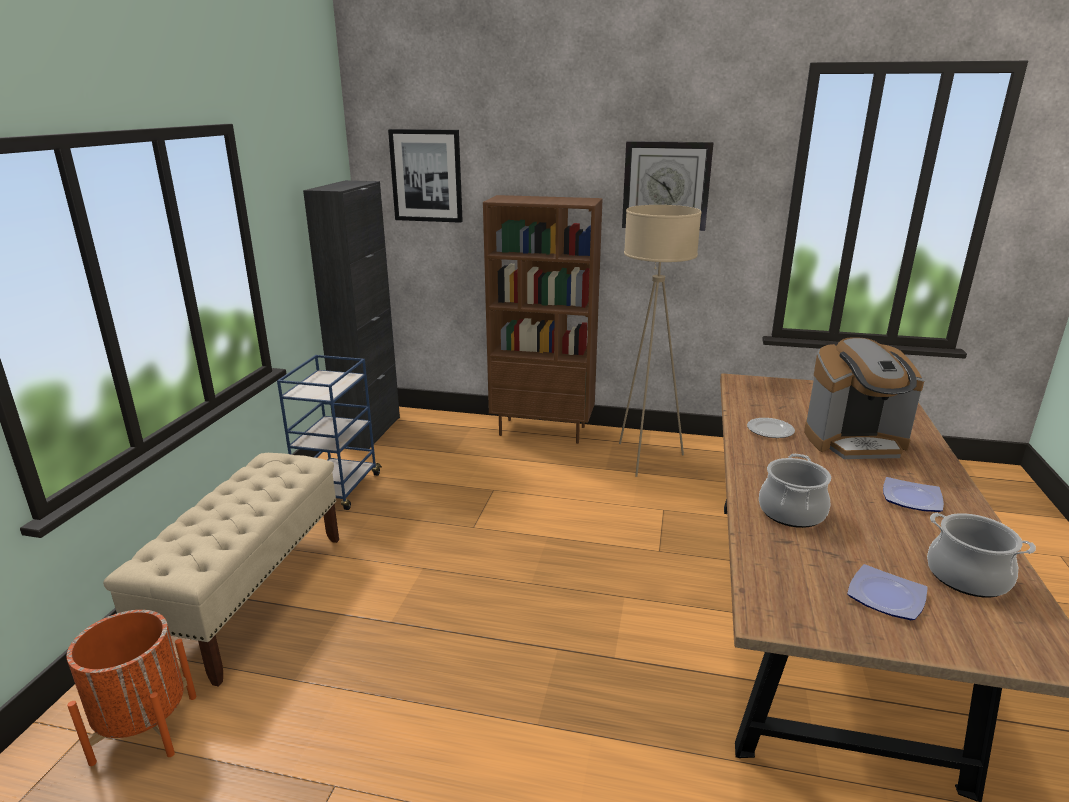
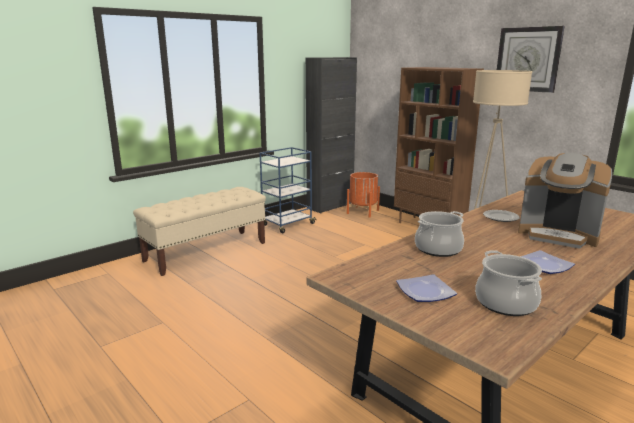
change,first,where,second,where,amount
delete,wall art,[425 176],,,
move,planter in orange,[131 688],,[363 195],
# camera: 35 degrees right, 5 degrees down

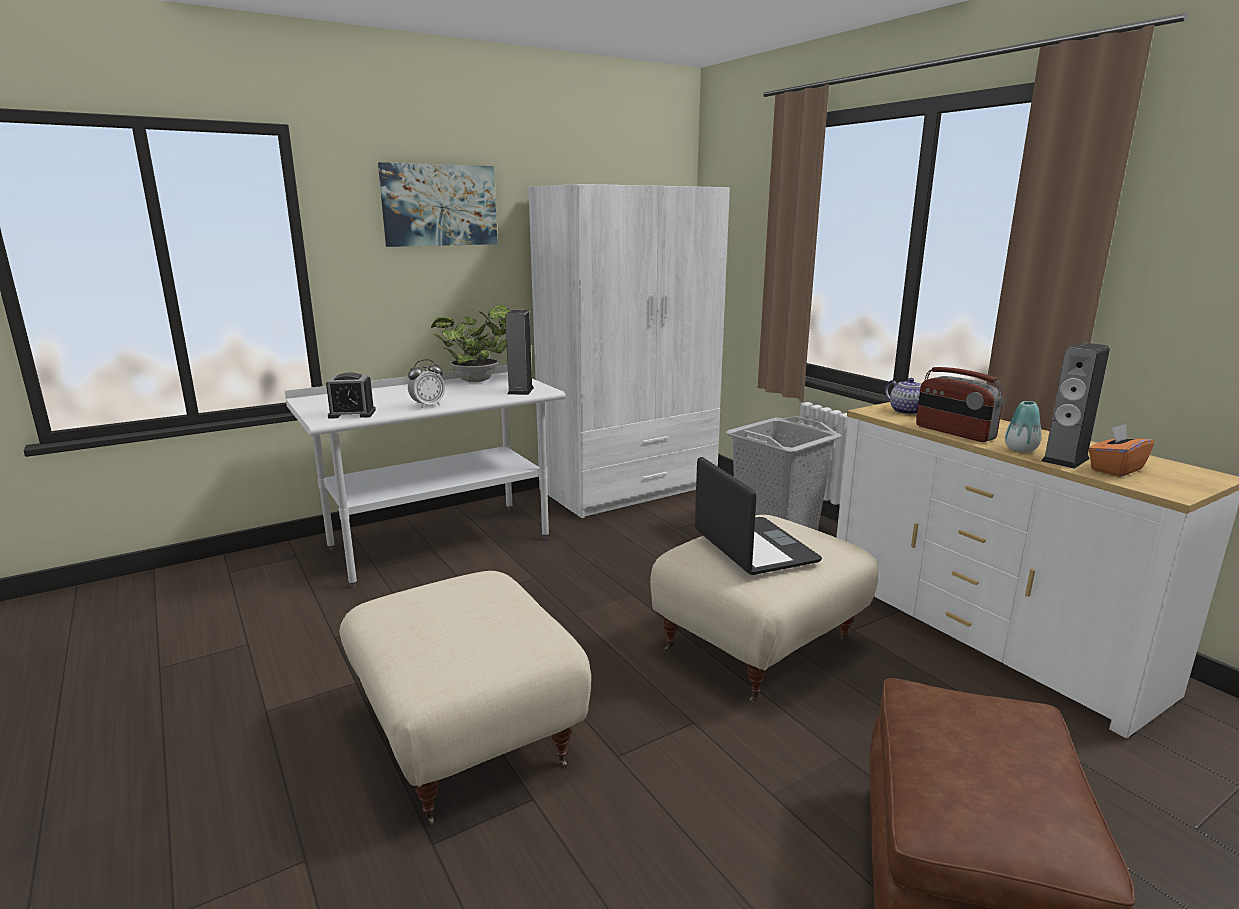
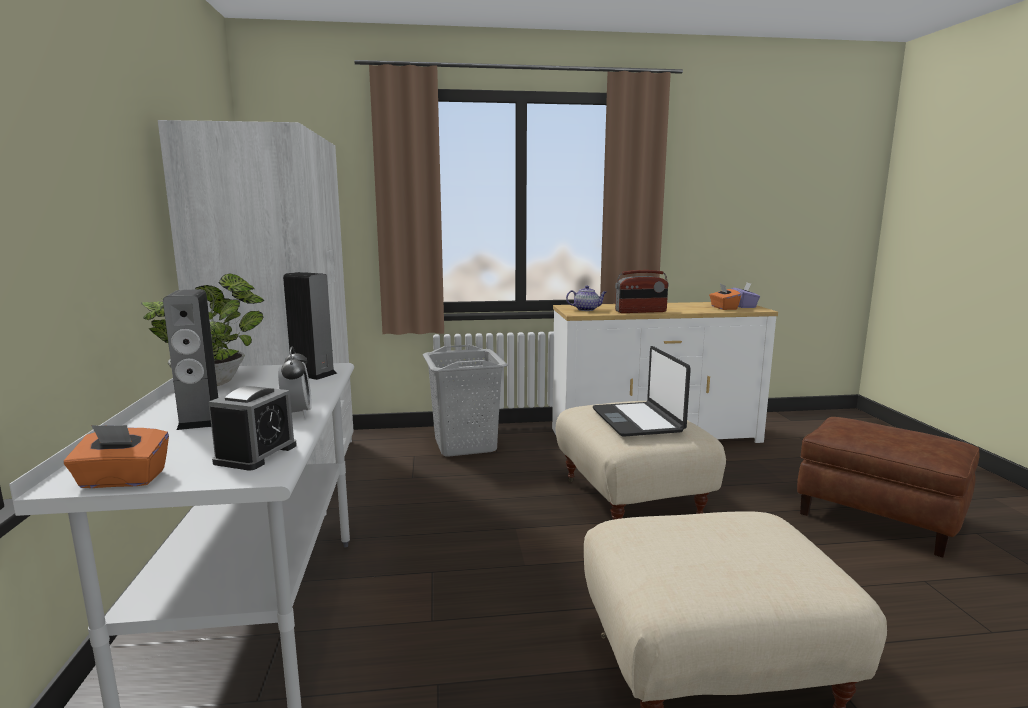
change,first,where,second,where,amount
delete,wall art,[438 204],,,
delete,decorative vase,[1023 426],,,
insert,,,tissue box in orange,[116 456],
insert,,,tissue box in purple,[745 295],
move,audio speaker,[1075 406],,[190 359],
rotate,portable computer,[758 516],,[642 391],105 degrees counterclockwise
# camera: 65 degrees left, 5 degrees down

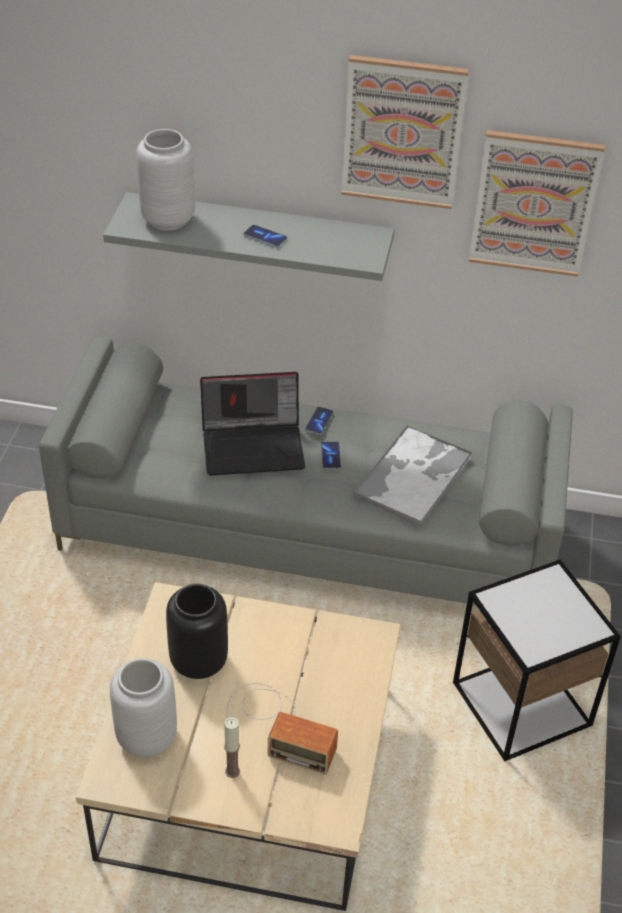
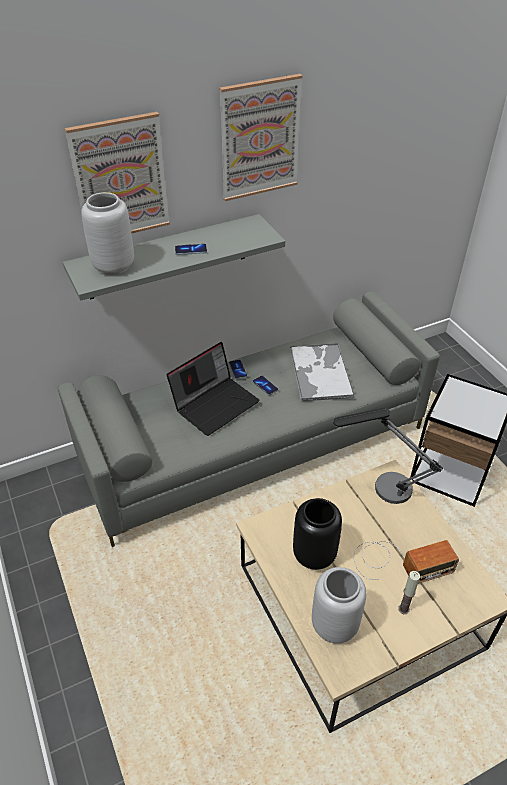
change,first,where,second,where,amount
insert,,,tabletop lamp,[388 456],
move,wall art,[537 203],,[117 172],
# camera: 35 degrees left, 0 degrees up

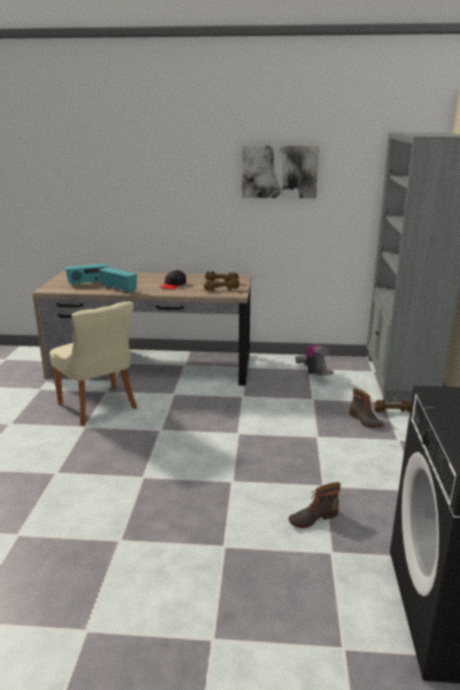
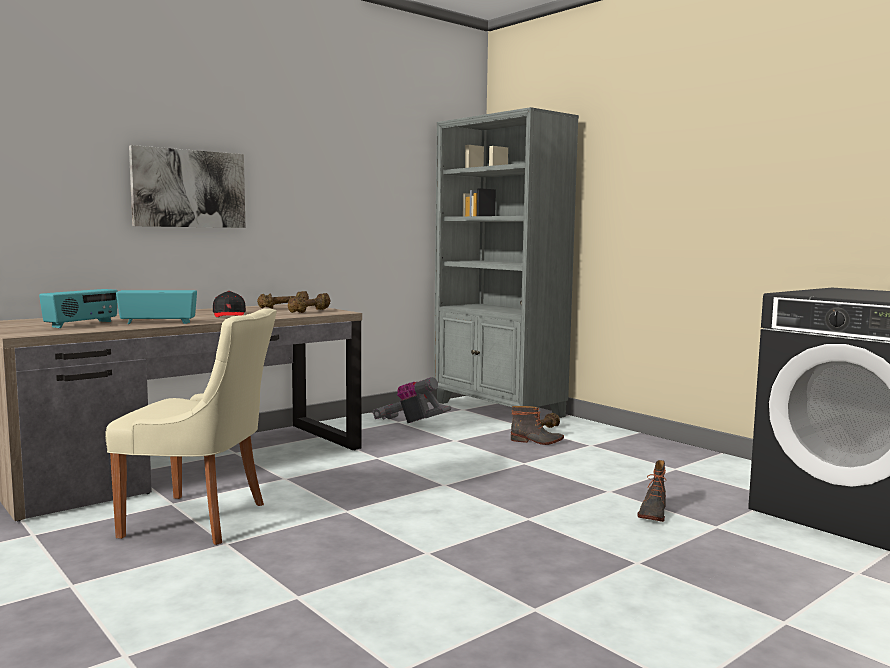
change,first,where,second,where,amount
move,wall art,[280 171],,[187 186],
# camera: 45 degrees left, 15 degrees down

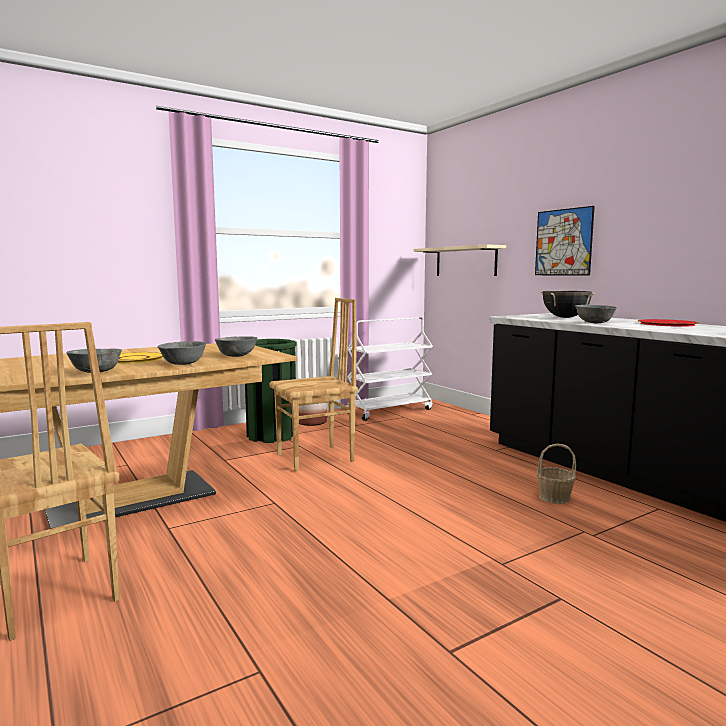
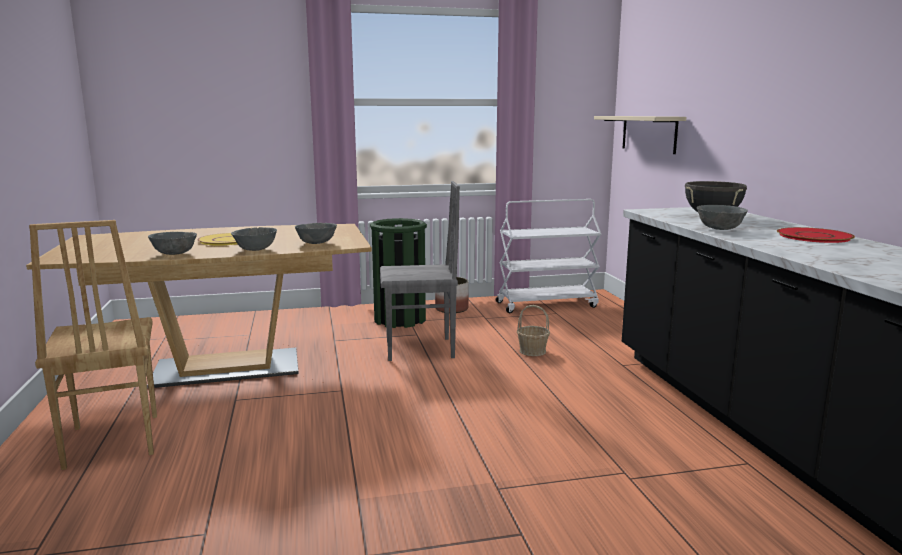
change,first,where,second,where,amount
delete,wall art,[565 241],,,
move,household basket,[556 473],,[533 330],
recolor,plain chair in brown,[313 384],plain chair in grey,[420 271],
# camera: 20 degrees right, 5 degrees up

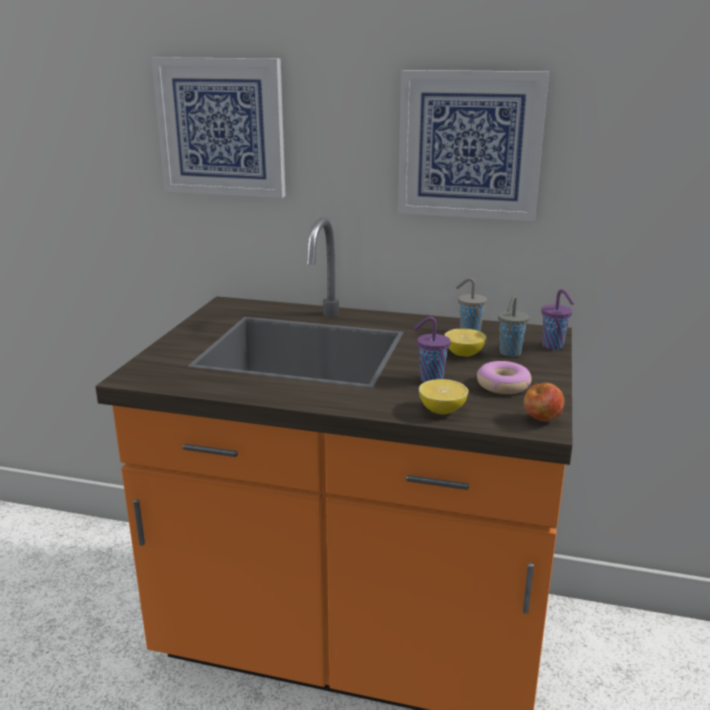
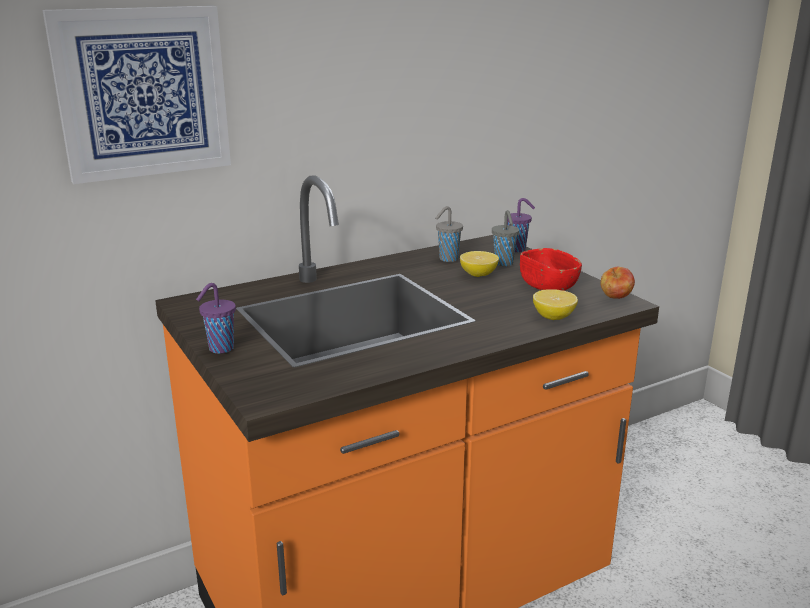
change,first,where,second,where,amount
delete,wall art,[473 145],,,
move,cup in purple,[432 349],,[216 318],
replace,doughnut,[504 377],serving bowl in red-coloured,[551 269],
# camera: 45 degrees left, 0 degrees up

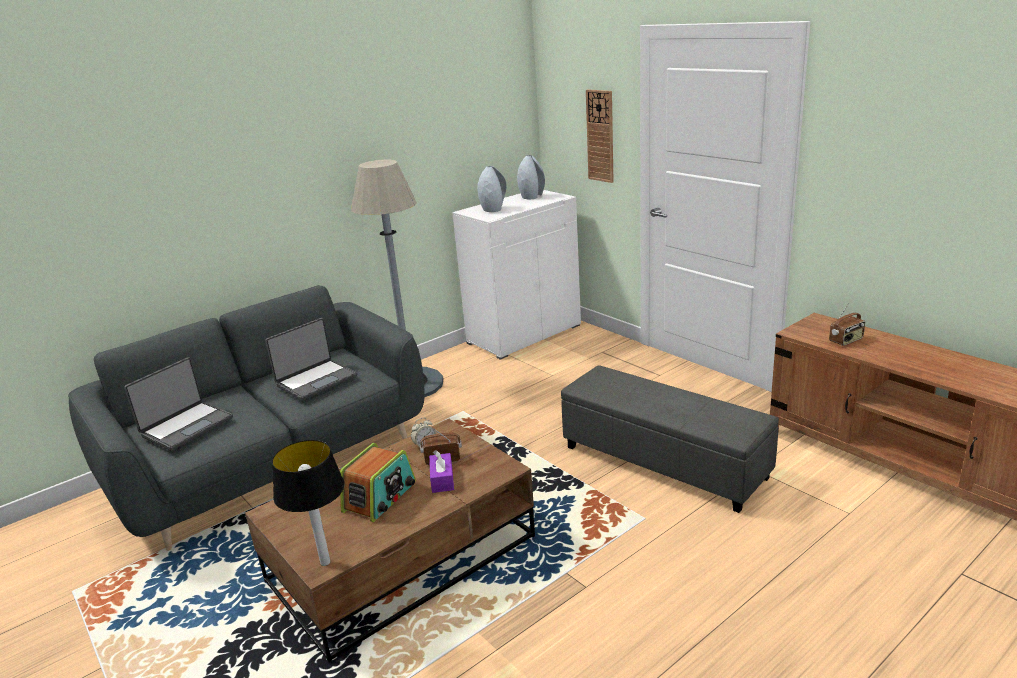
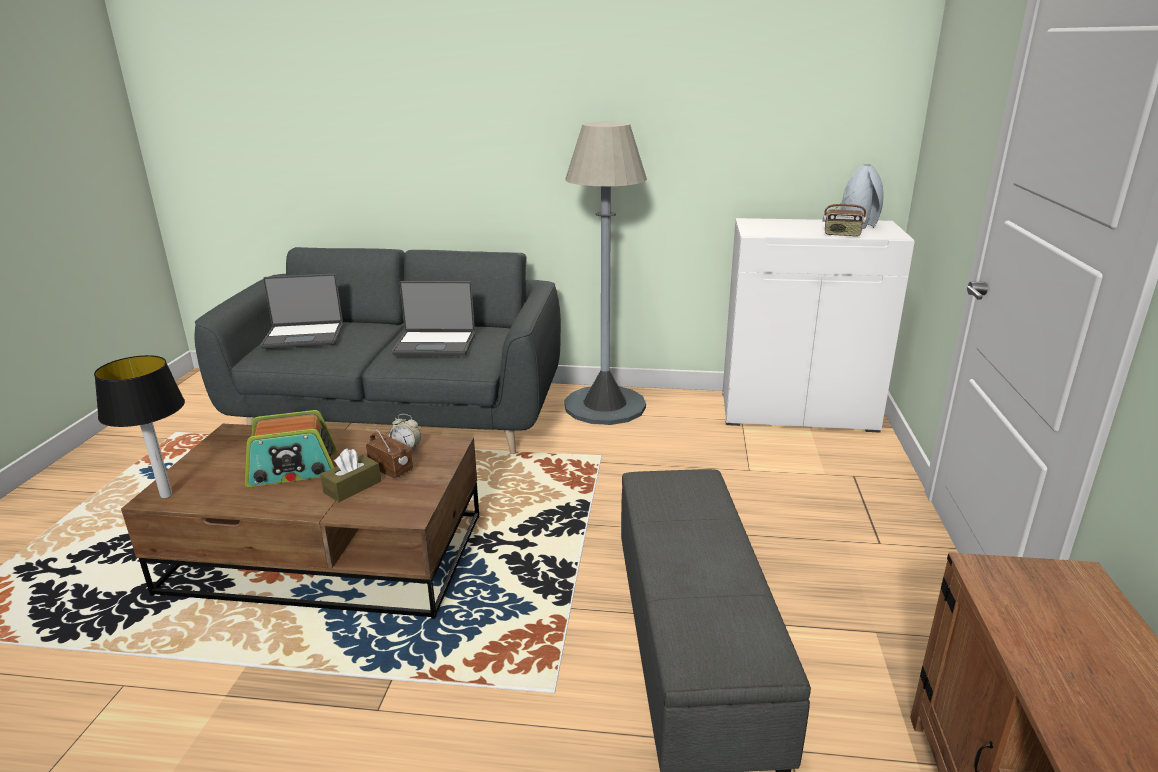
change,first,where,second,where,amount
delete,decorative vase in grey,[492 189],,,
delete,clock on the wall,[600 136],,,
move,radio receiver,[847 324],,[844 214],
recolor,tissue box in purple,[441 471],tissue box in brown,[350 475],
# camera: 45 degrees right, 0 degrees up

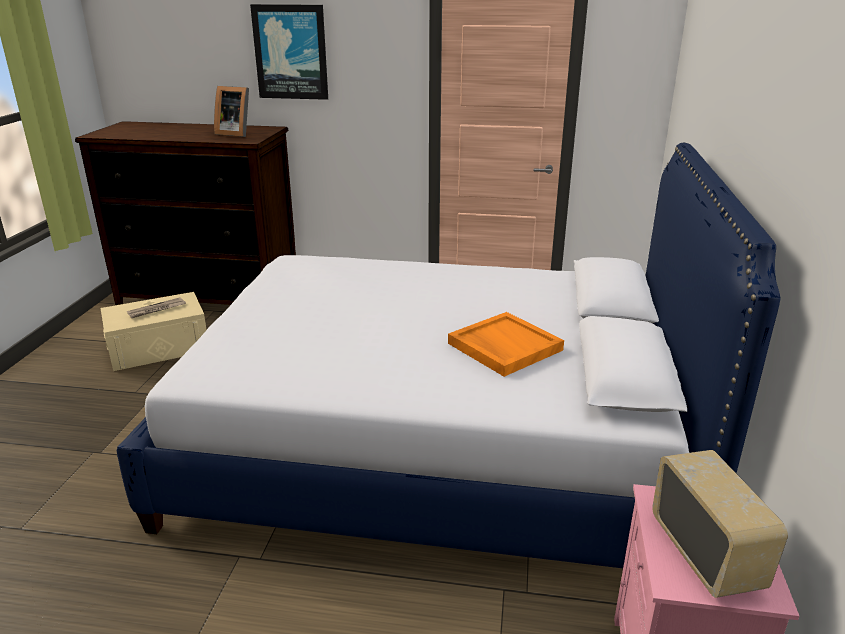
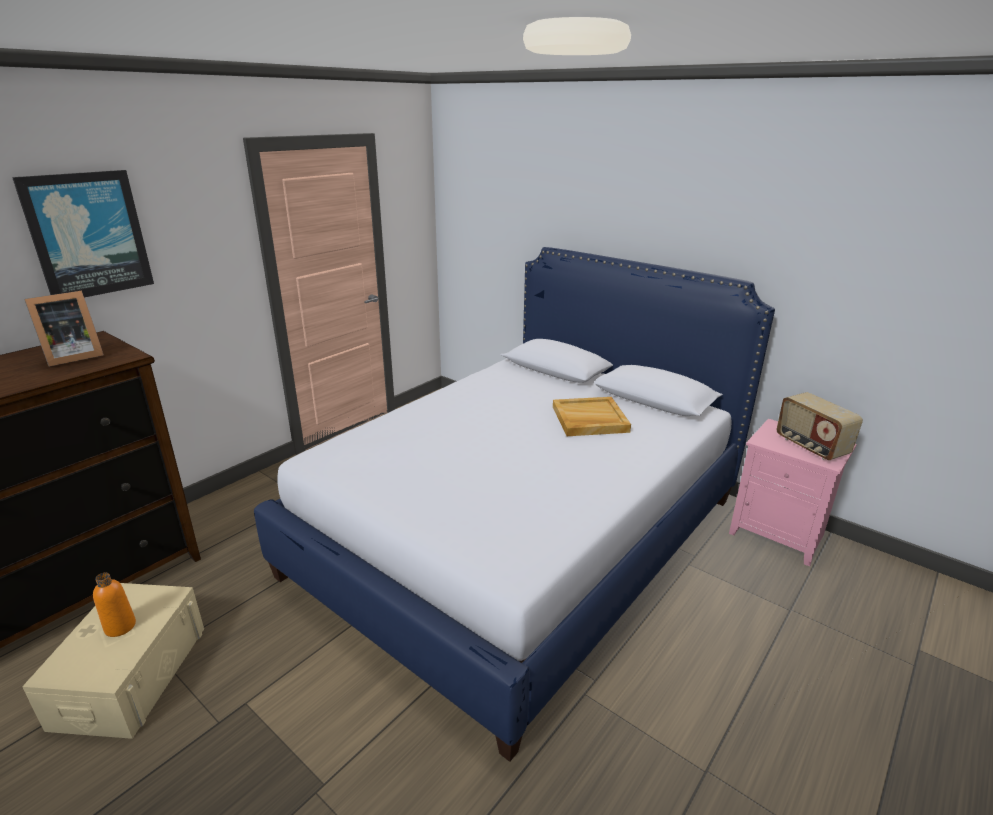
change,first,where,second,where,amount
replace,daily paper,[156 307],bottle in orange,[114 605],
recolor,serving tray in orange,[506 344],serving tray in sand-coloured,[592 416],
rotate,radio receiver,[720 524],,[820 426],135 degrees counterclockwise
# camera: 60 degrees left, 0 degrees up

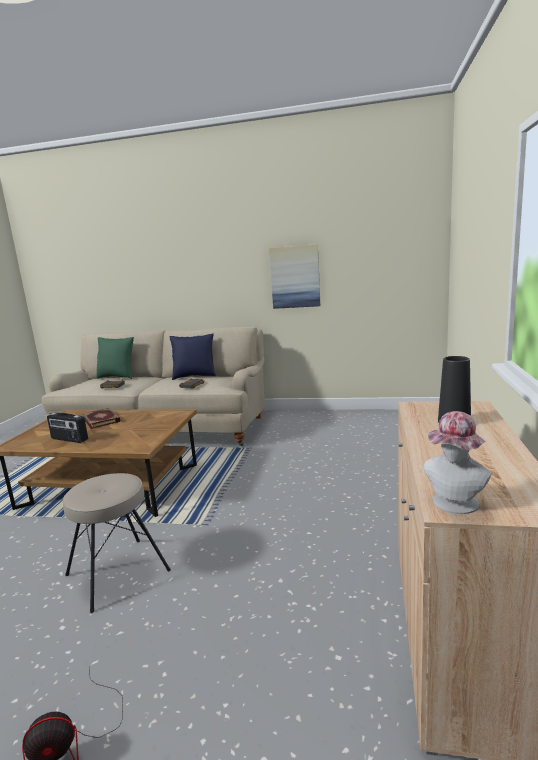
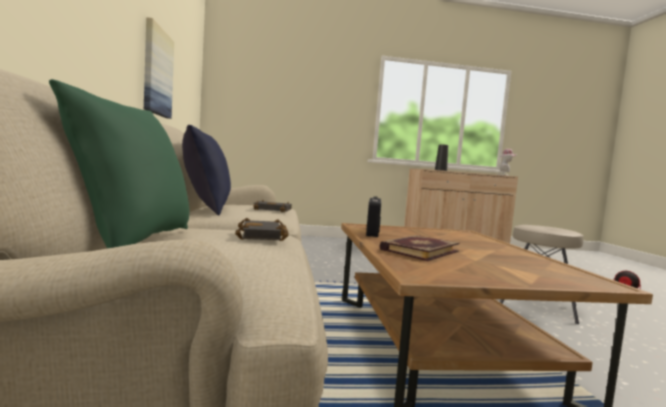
change,first,where,second,where,amount
move,radio receiver,[67 428],,[373 216],
# camera: 110 degrees left, 10 degrees down

